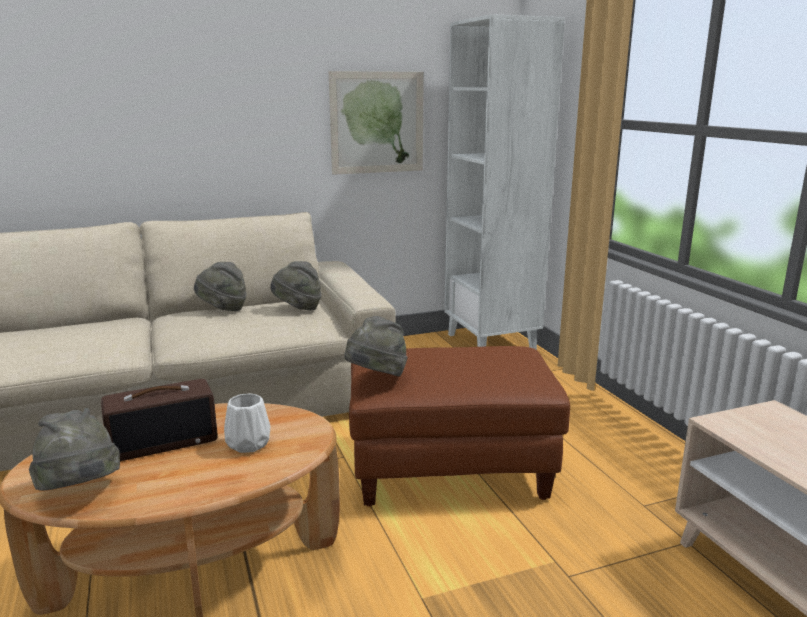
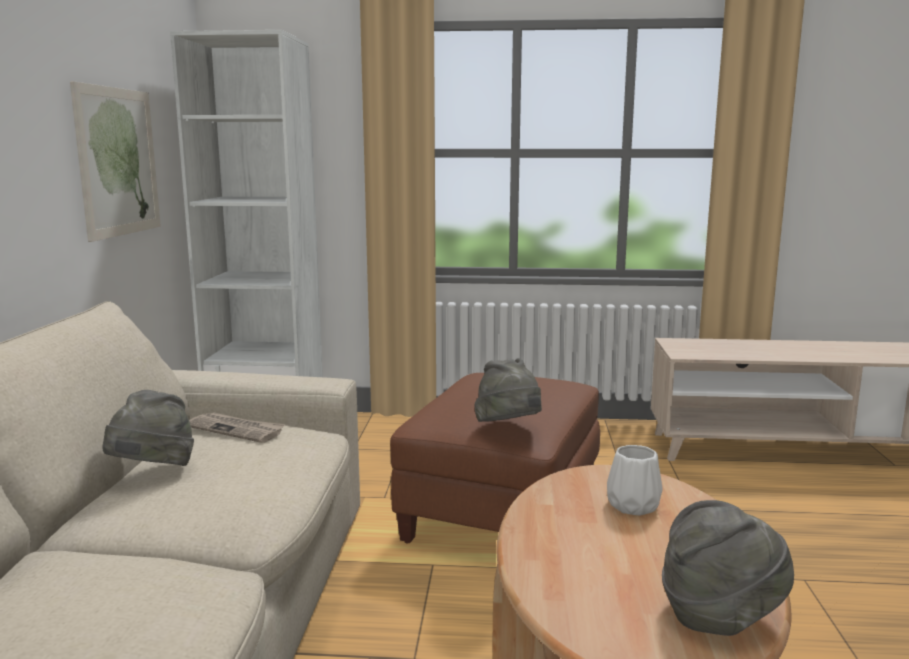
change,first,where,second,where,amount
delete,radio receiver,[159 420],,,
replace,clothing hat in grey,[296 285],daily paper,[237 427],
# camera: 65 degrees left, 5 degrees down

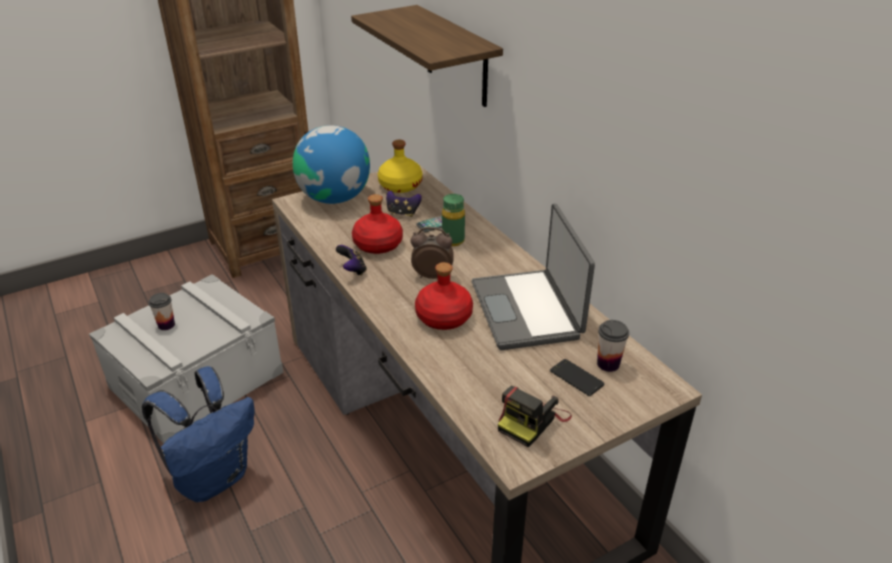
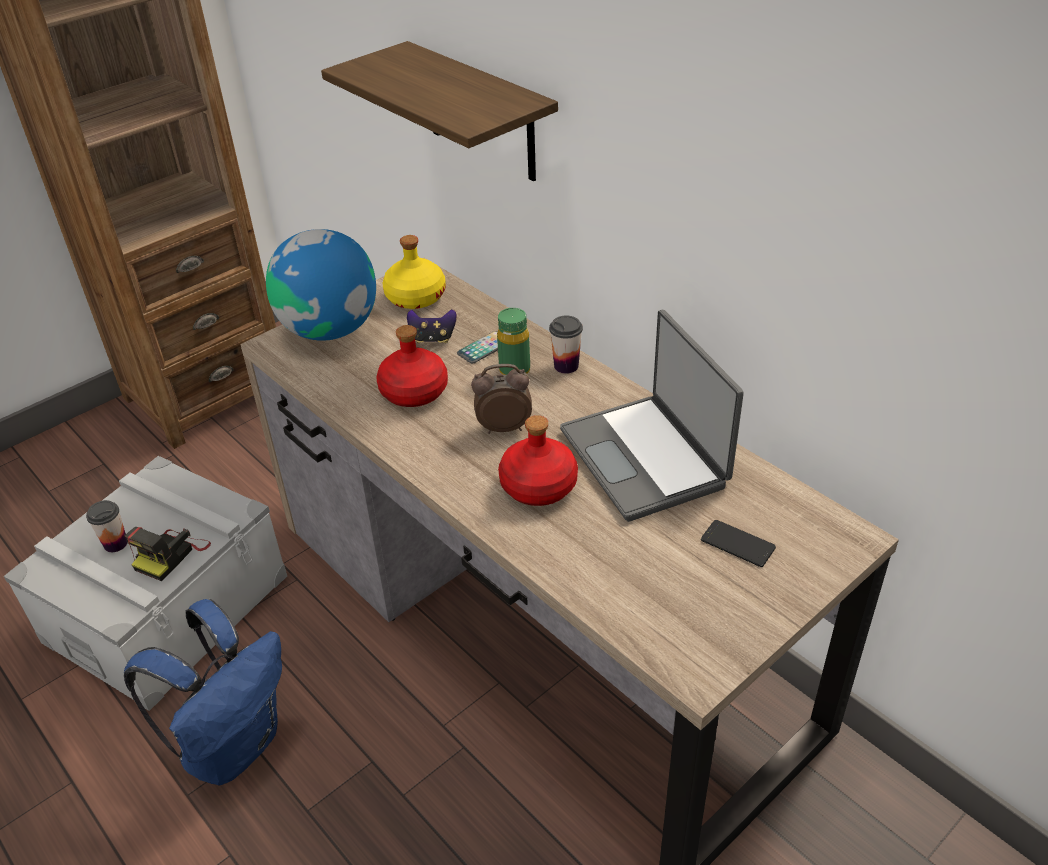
change,first,where,second,where,amount
delete,game controller,[351 260],,,
move,still camera,[535 416],,[168 554],
move,cup,[613 346],,[566 345],
# camera: 10 degrees left, 5 degrees up

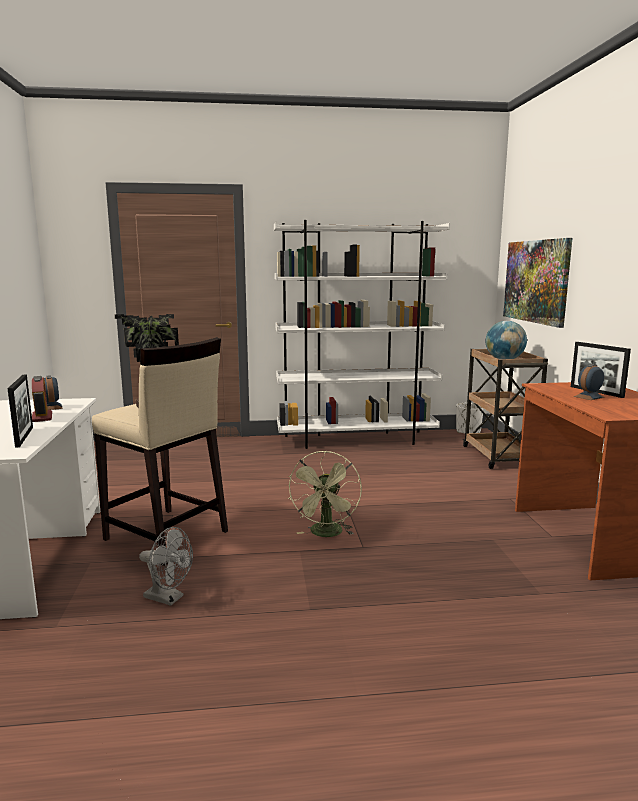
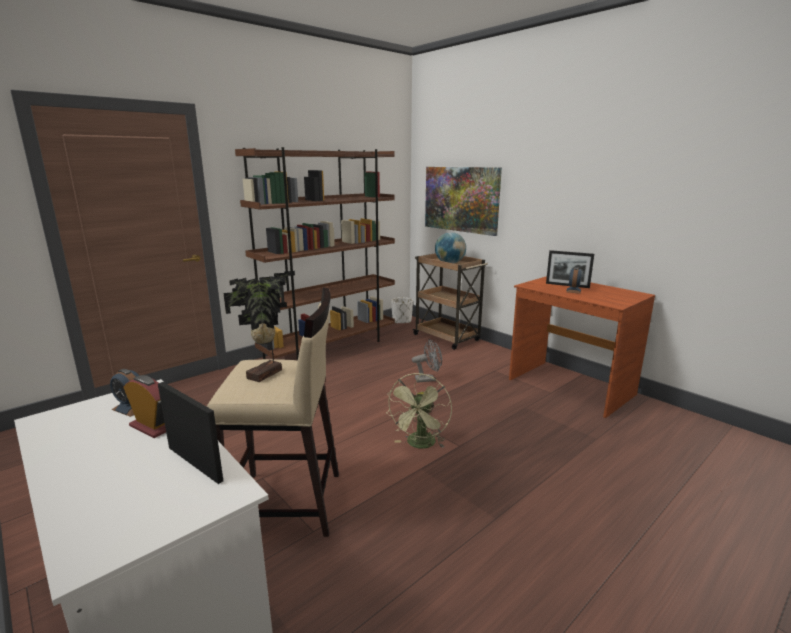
change,first,where,second,where,amount
move,cooling fan in grey,[166 566],,[427 361],
recolor,bookshelf in white,[362 334],bookshelf in brown,[315 254],
rotate,cooling fan in green-coloured,[325 494],,[419 411],45 degrees clockwise
# camera: 35 degrees left, 5 degrees up

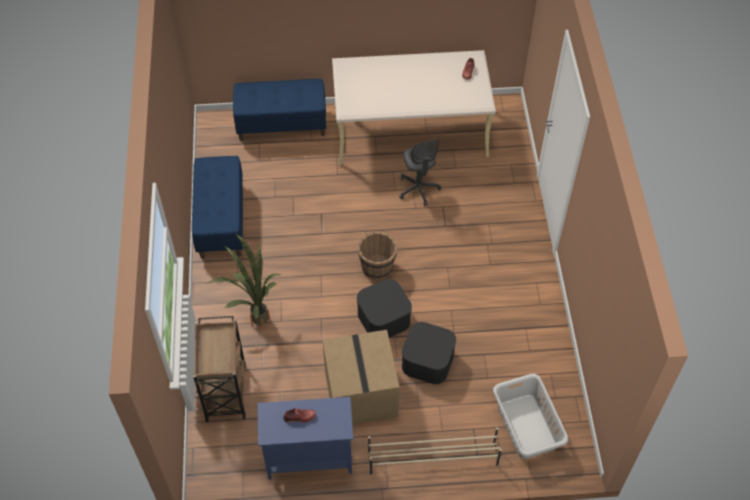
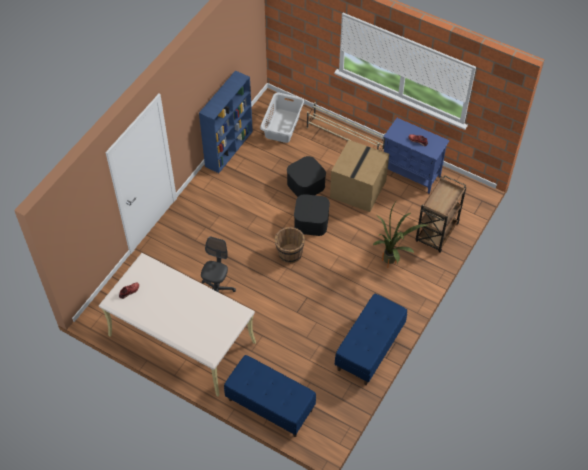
change,first,where,second,where,amount
insert,,,bookshelf in bluish,[226 121],
# camera: 145 degrees left, 0 degrees up

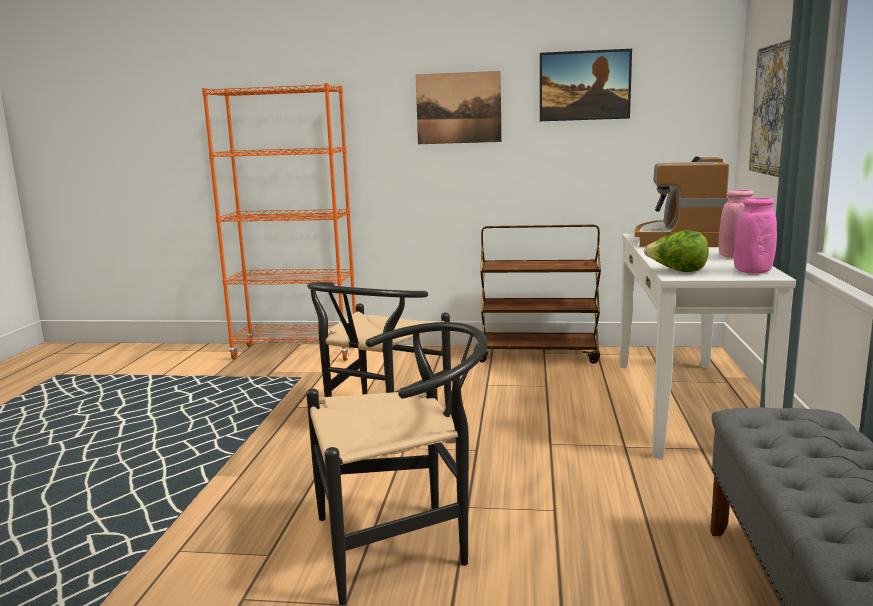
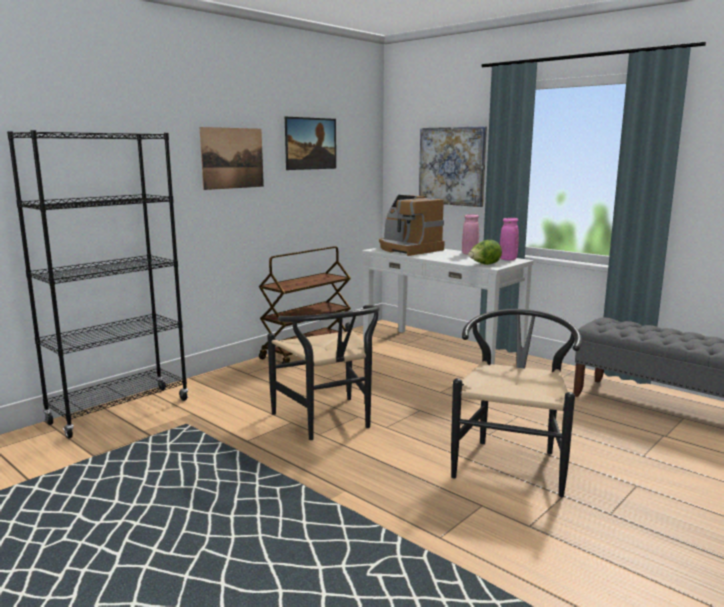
change,first,where,second,where,amount
recolor,bookshelf in orange,[279 222],bookshelf in black-coloured,[97 284],
# camera: 55 degrees left, 0 degrees up

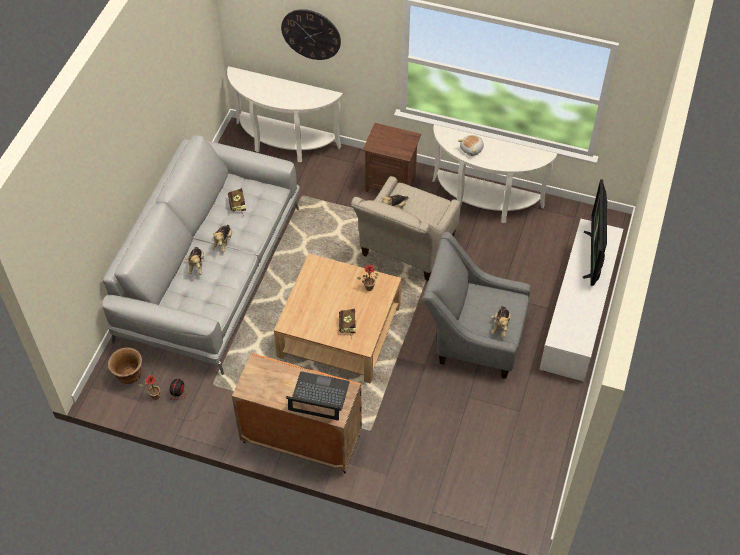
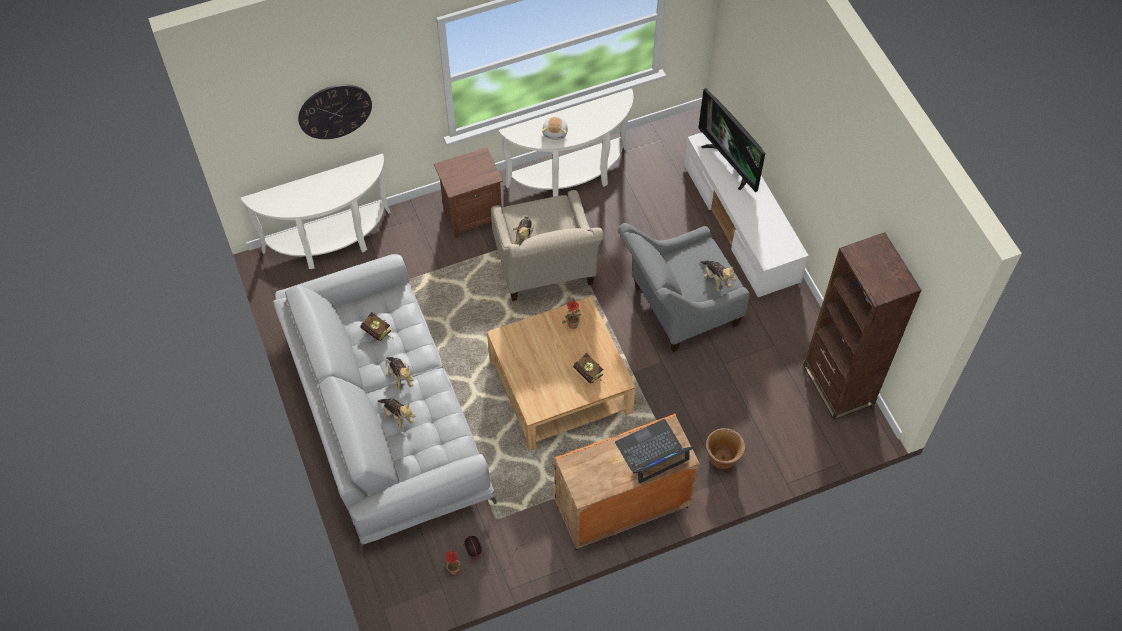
change,first,where,second,where,amount
insert,,,bookshelf in brown,[862 326],
move,planter in brown,[125 365],,[725 448],
# camera: 40 degrees left, 5 degrees up

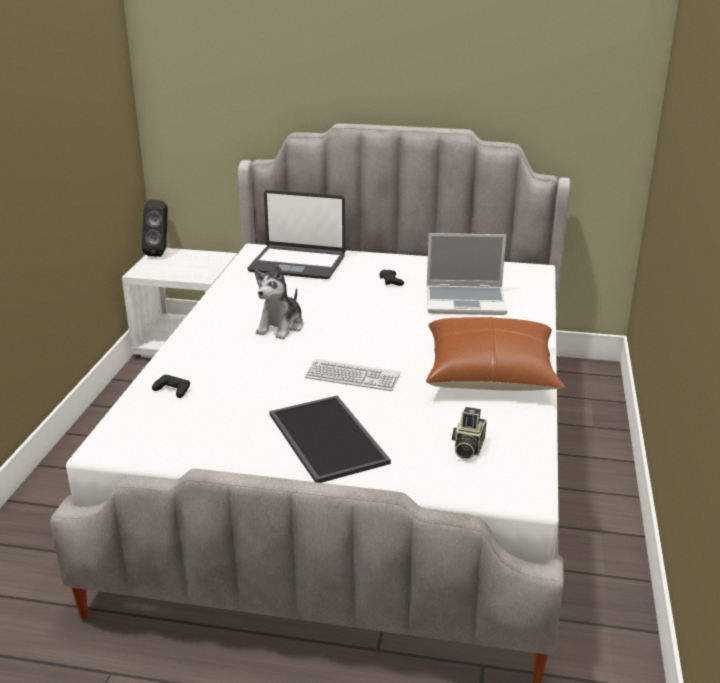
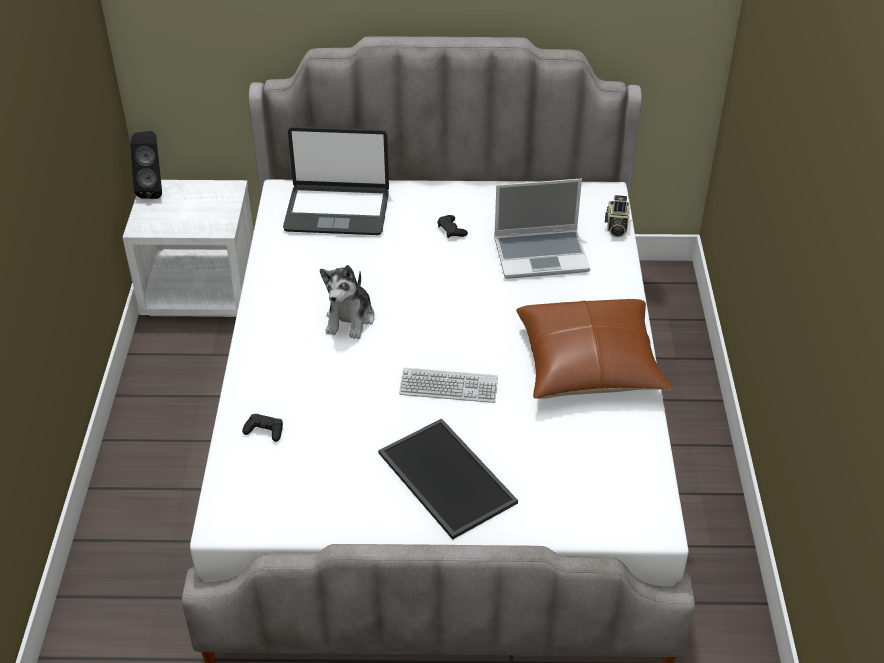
change,first,where,second,where,amount
move,still camera,[469 433],,[617 216],
# camera: 10 degrees left, 15 degrees up

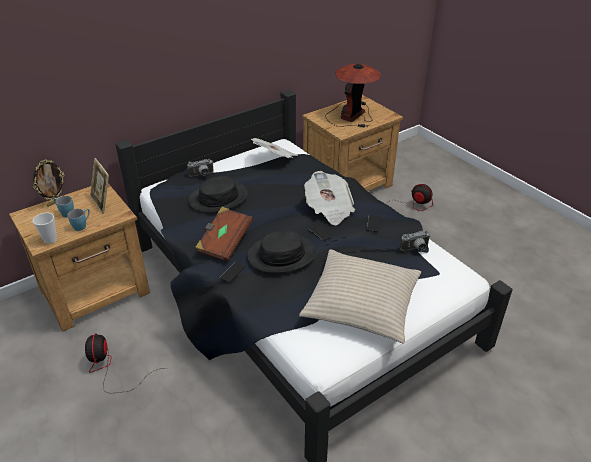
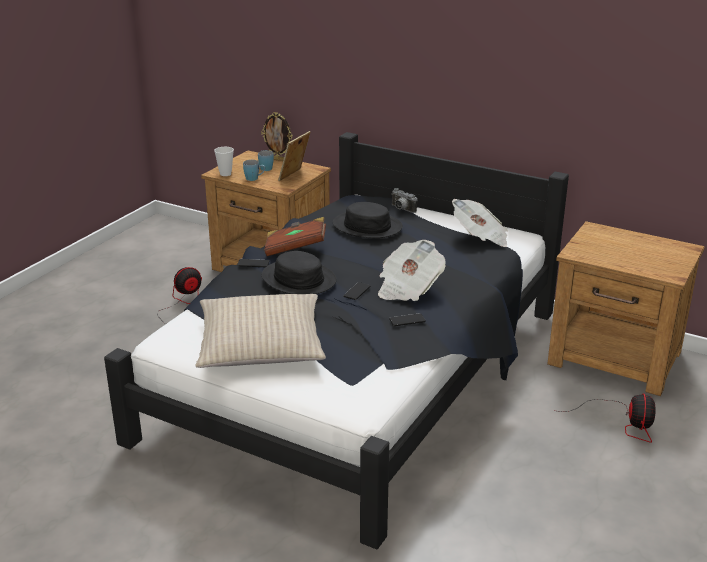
change,first,where,second,where,amount
delete,tabletop lamp,[353 96],,,
delete,still camera,[415 241],,,
# camera: 65 degrees right, 10 degrees down

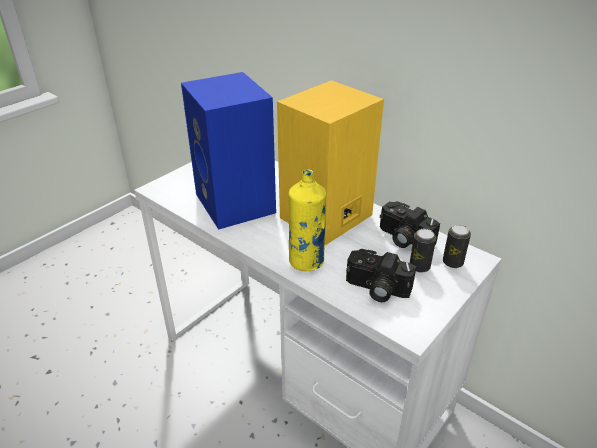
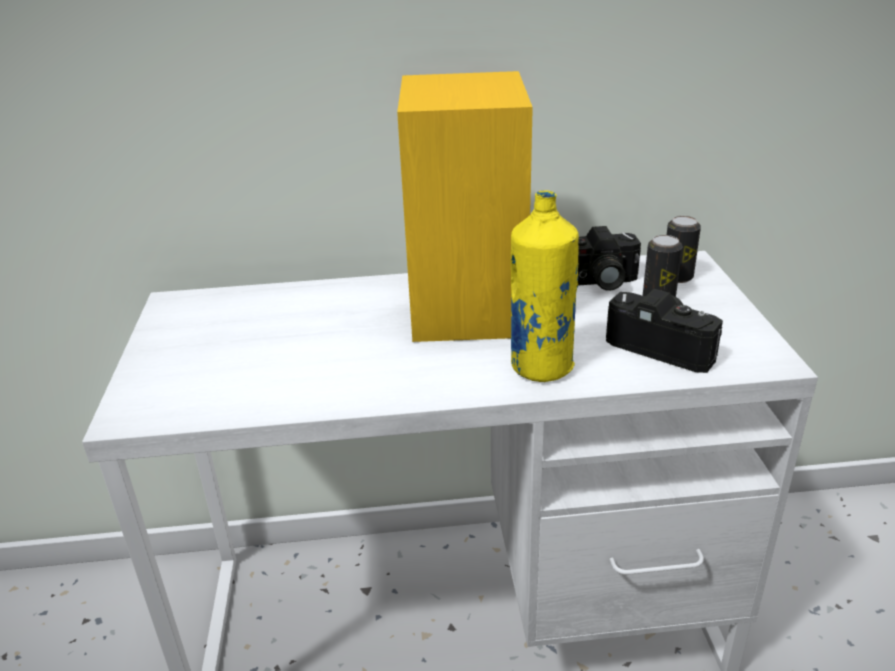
change,first,where,second,where,amount
delete,audio speaker in bluish,[228 151],,,
rotate,still camera,[381 275],,[664 331],120 degrees counterclockwise
# camera: 45 degrees left, 5 degrees down

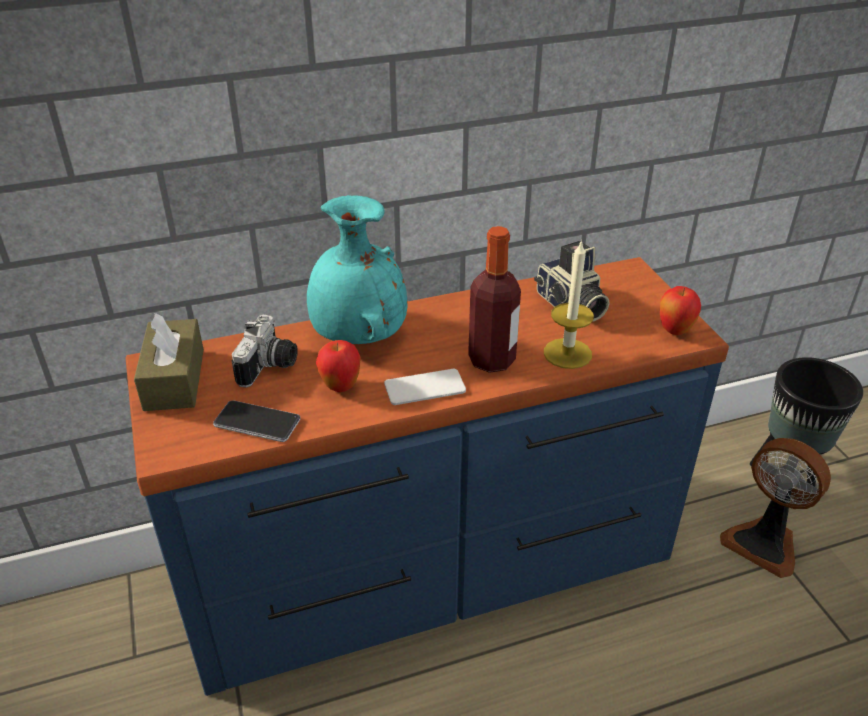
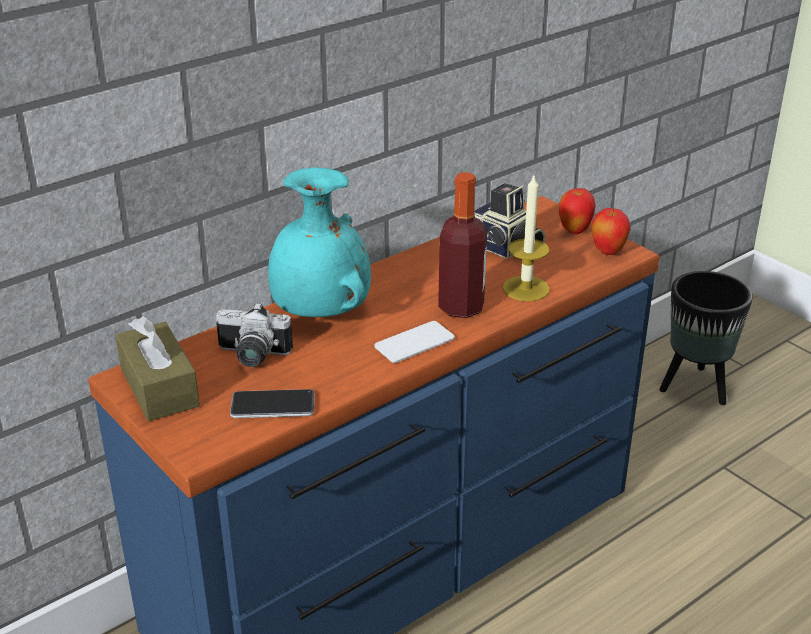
change,first,where,second,where,amount
delete,cooling fan,[775 508],,,
move,apple,[338 366],,[577 211],
rotate,still camera,[265 351],,[254 334],105 degrees clockwise
# camera: 20 degrees left, 5 degrees down

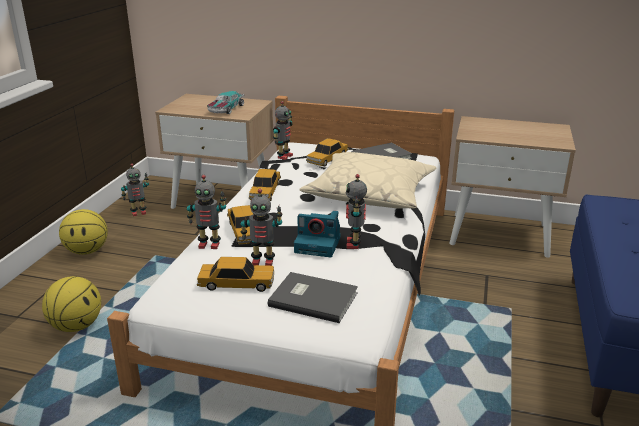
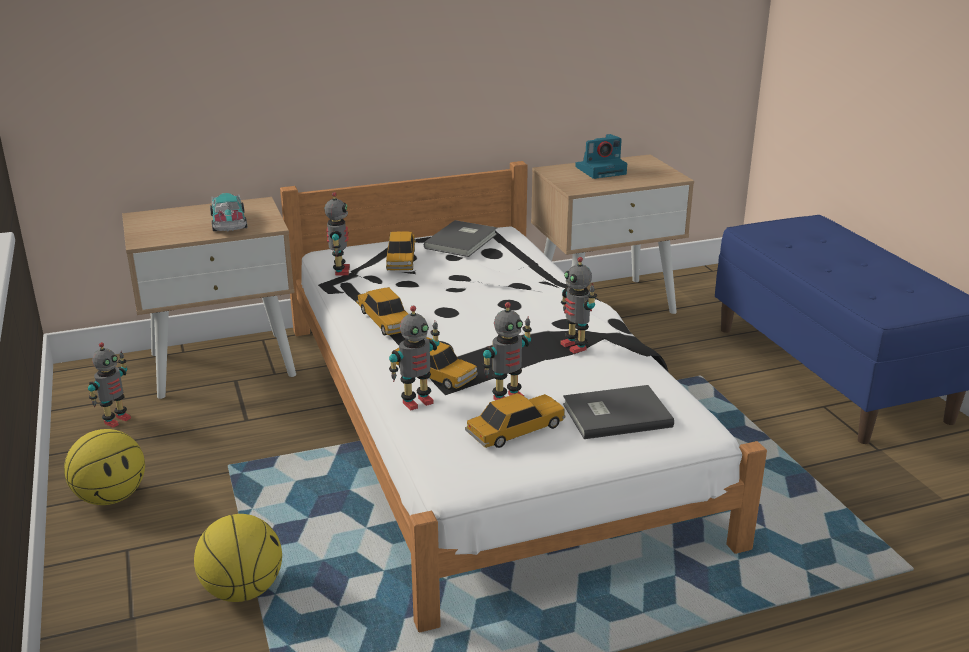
change,first,where,second,where,amount
delete,throw pillow in sand-coloured,[368 180],,,
move,still camera,[317 234],,[601 156],
# camera: 35 degrees left, 0 degrees up

